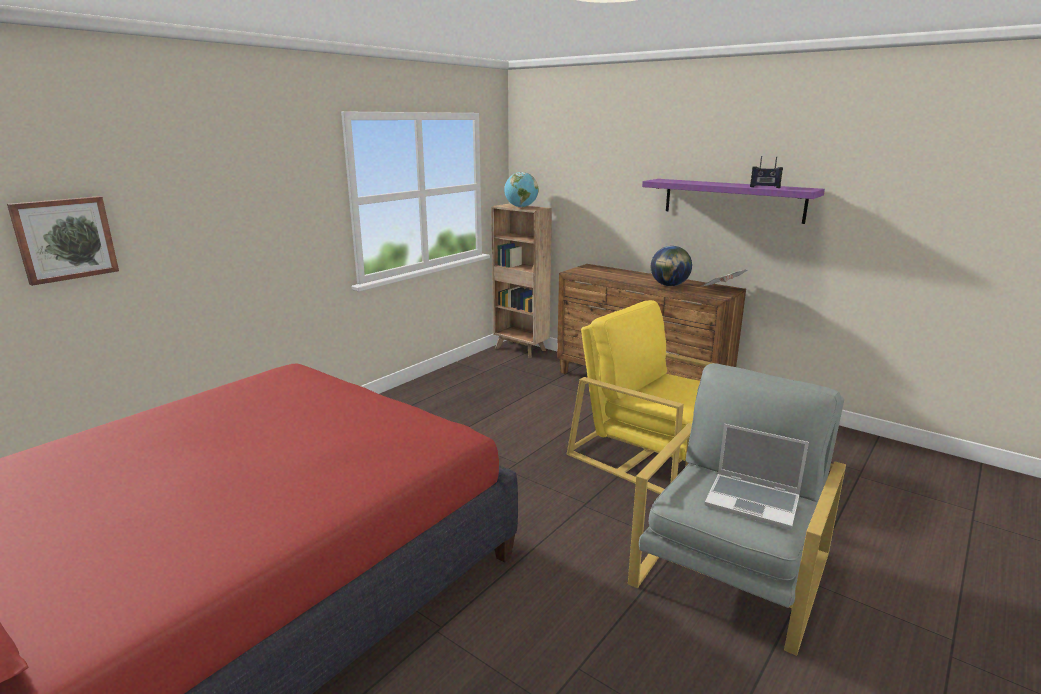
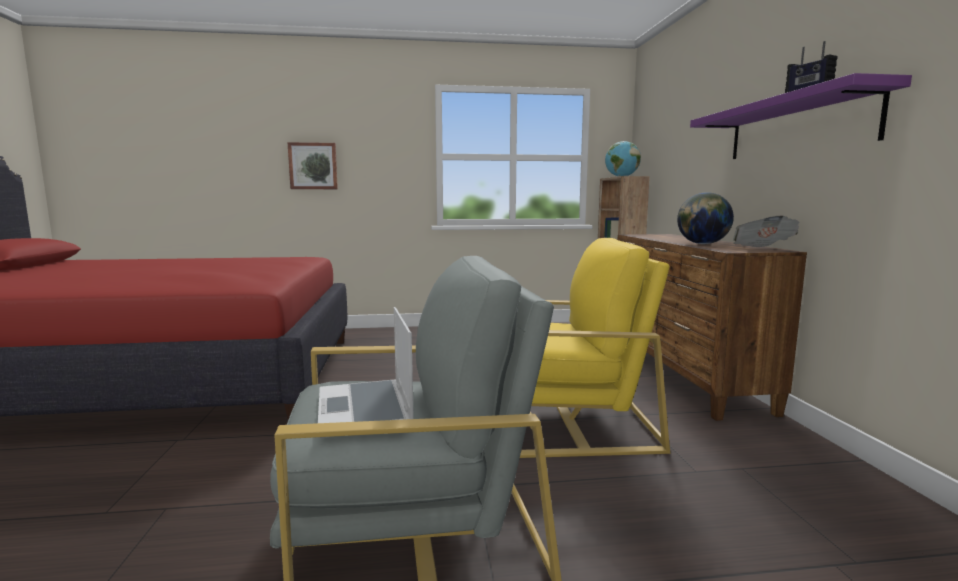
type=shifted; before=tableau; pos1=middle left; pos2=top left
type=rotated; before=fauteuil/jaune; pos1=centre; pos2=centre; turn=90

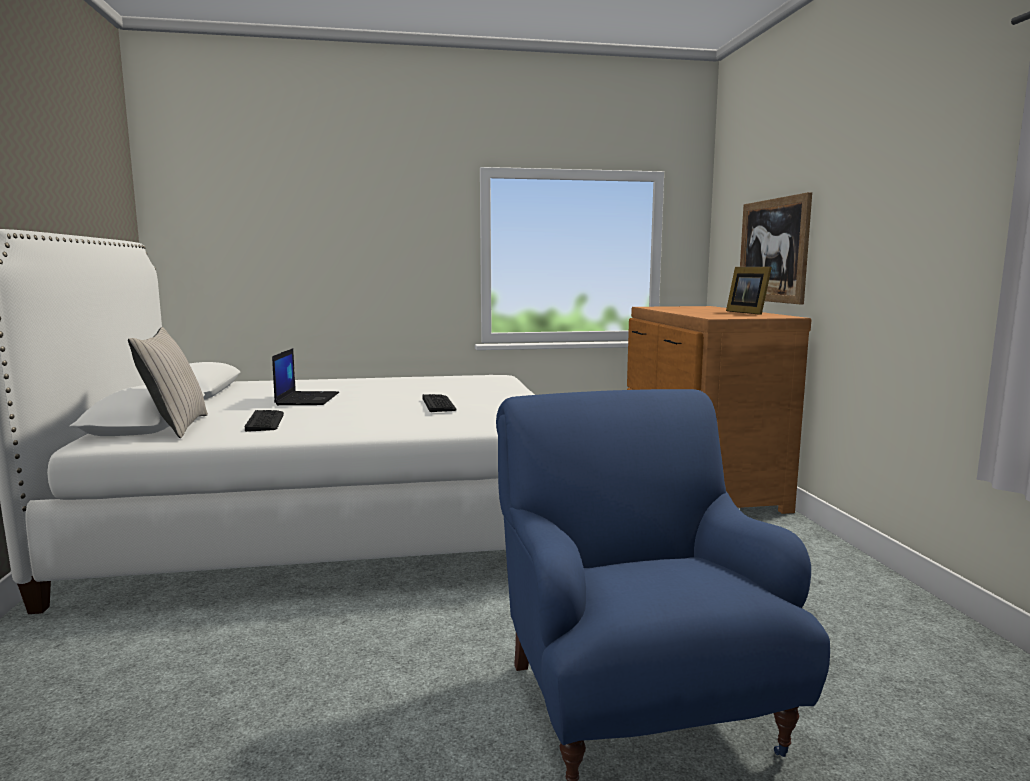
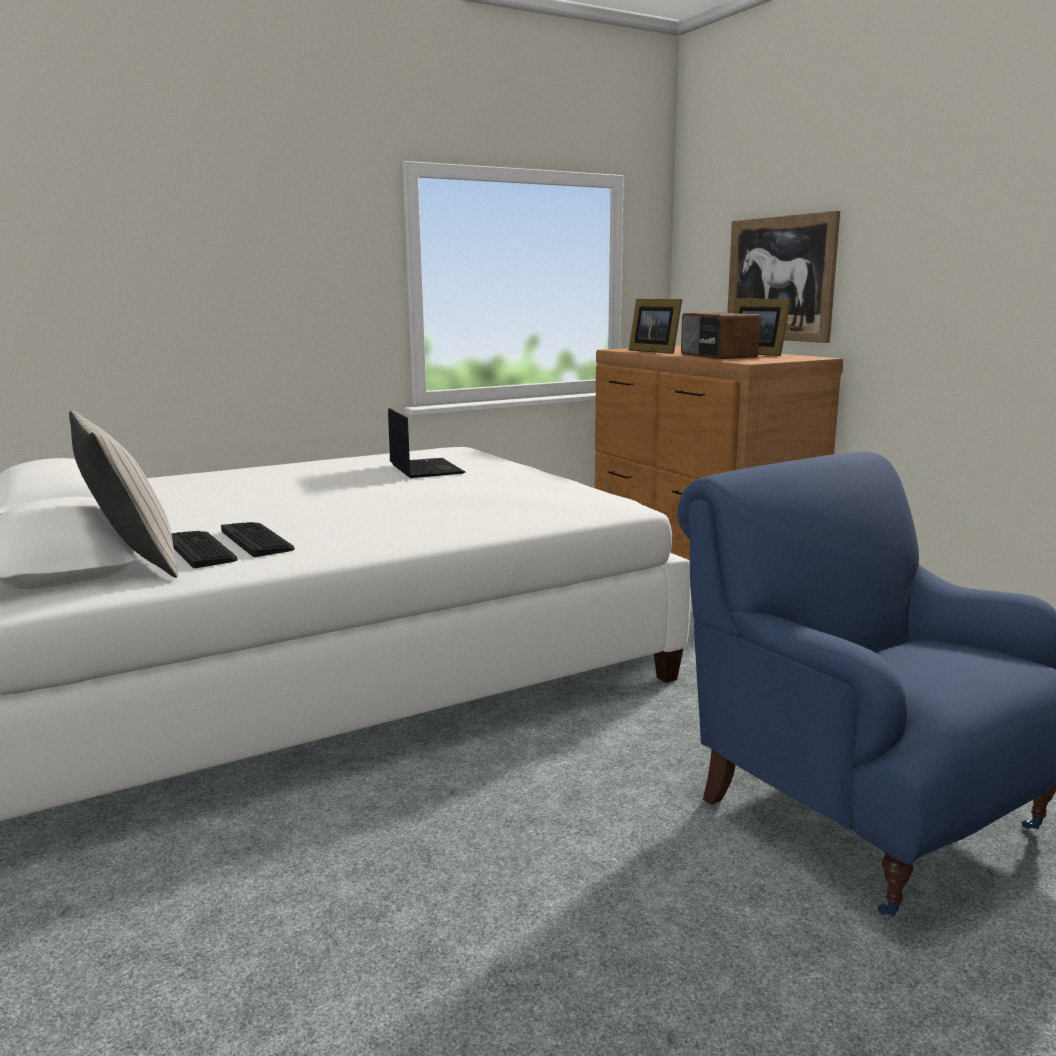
type=shifted; before=ordinateur portable; pos1=middle left; pos2=centre
type=shifted; before=clavier (no. 2 from left in the first image); after=clavier (no. 1 from left); pos1=centre; pos2=middle left
type=new; after=cadre photo (no. 1 from left); pos2=top centre
type=new; after=radio; pos2=top right

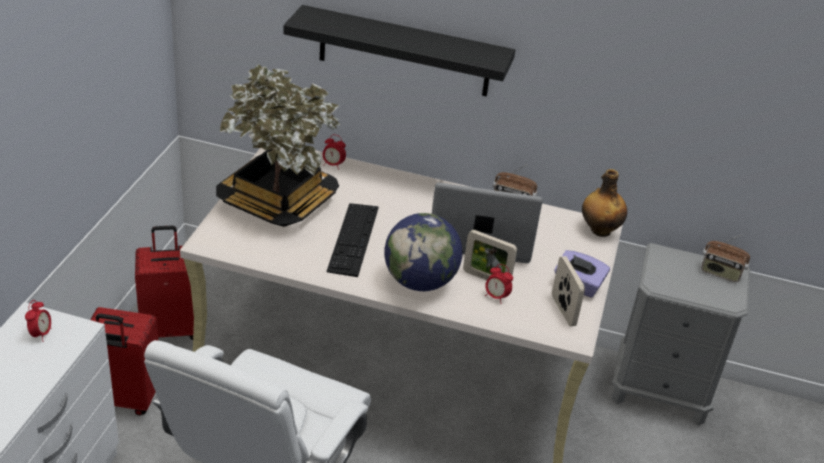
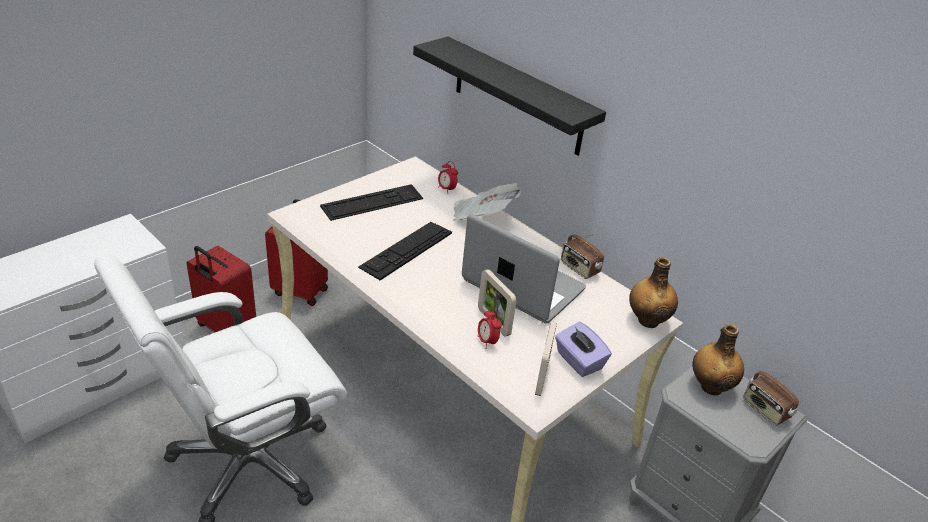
type=gone; before=réveil (no. 1 from left); pos1=bottom left
type=swapped; before=plante en pot; after=clavier (no. 1 from left); pos1=top centre; pos2=centre
type=gone; before=globe; pos1=centre
type=new; after=journal; pos2=centre
type=new; after=bouteille (no. 2 from left); pos2=bottom right

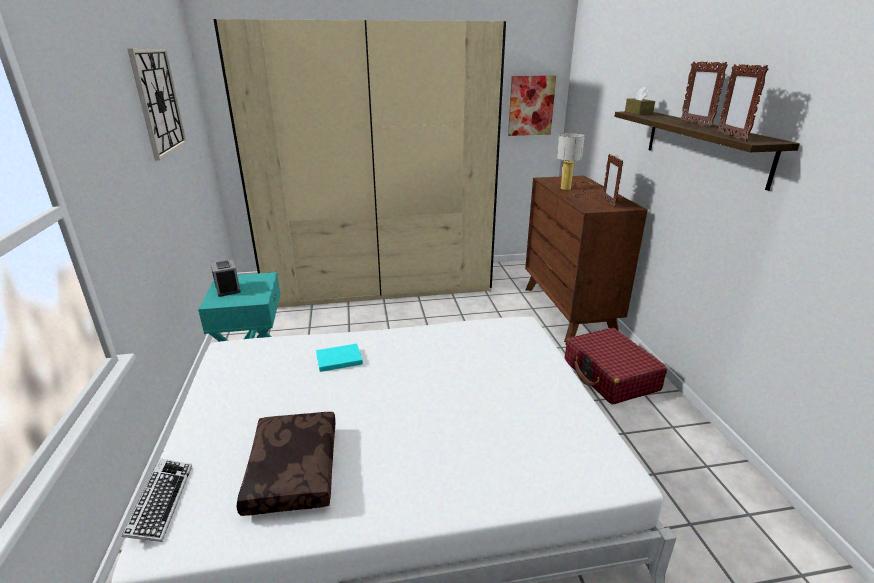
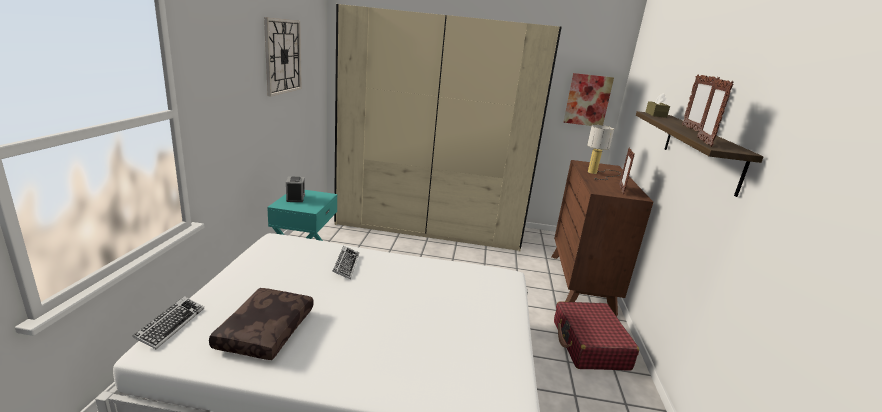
type=swapped; before=livre/turquoise; after=clavier (no. 2 from left); pos1=centre; pos2=centre

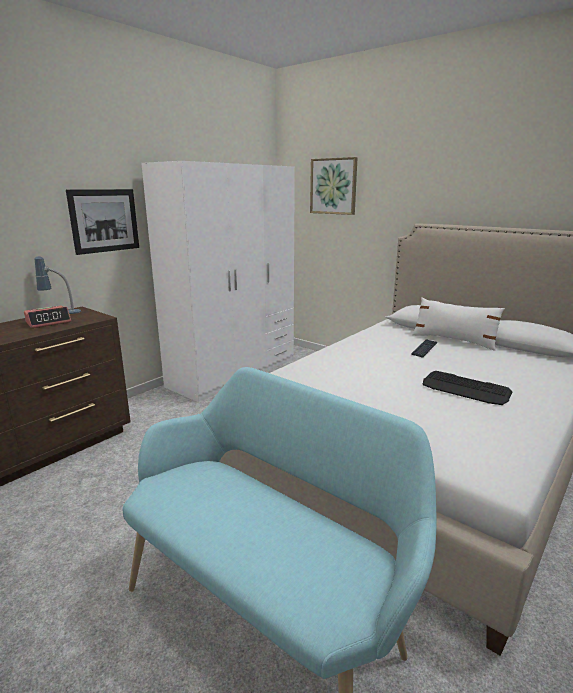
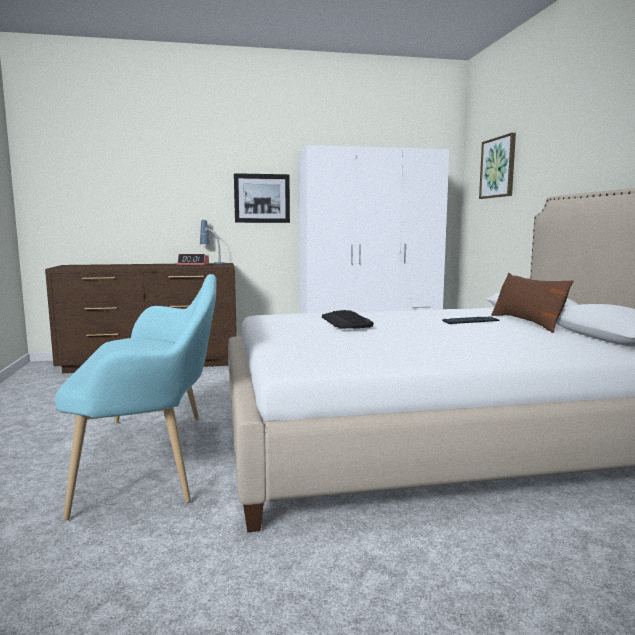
type=repainted; before=coussin/blanc; after=coussin/marron; pos1=middle right; pos2=middle right
type=shifted; before=clavier (no. 2 from left in the first image); after=clavier (no. 1 from left); pos1=middle right; pos2=centre

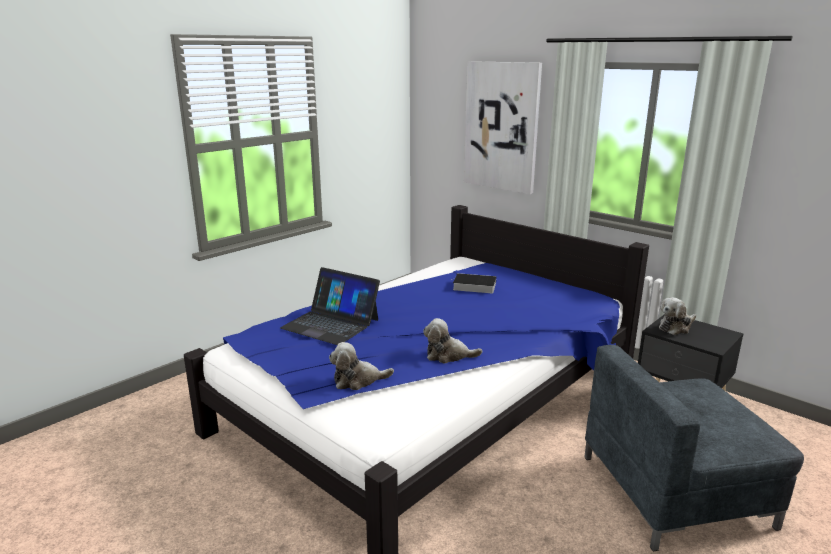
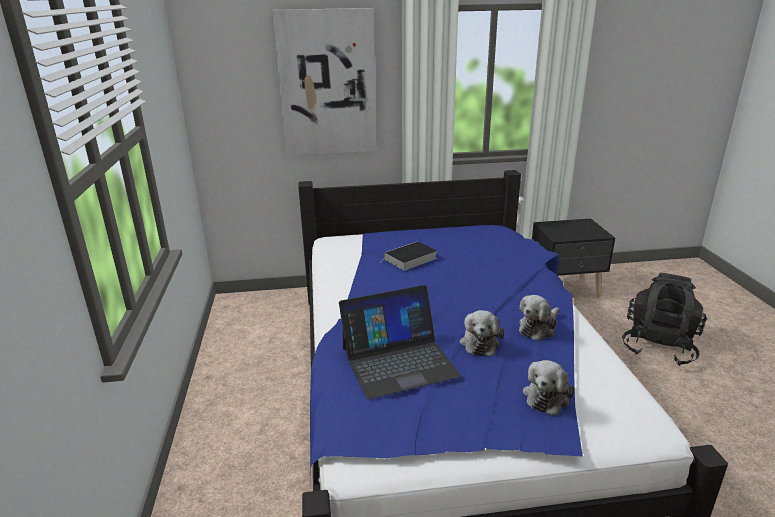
type=swapped; before=fauteuil/gris; after=sac à dos/noir; pos1=bottom right; pos2=middle right
type=shifted; before=peluche (no. 3 from left in the first image); after=peluche (no. 1 from left); pos1=middle right; pos2=centre

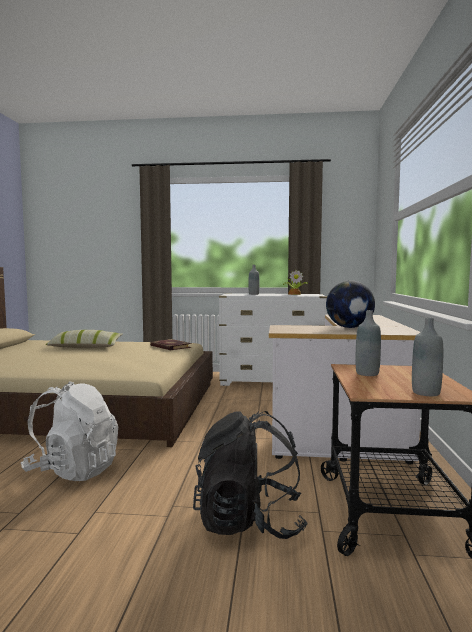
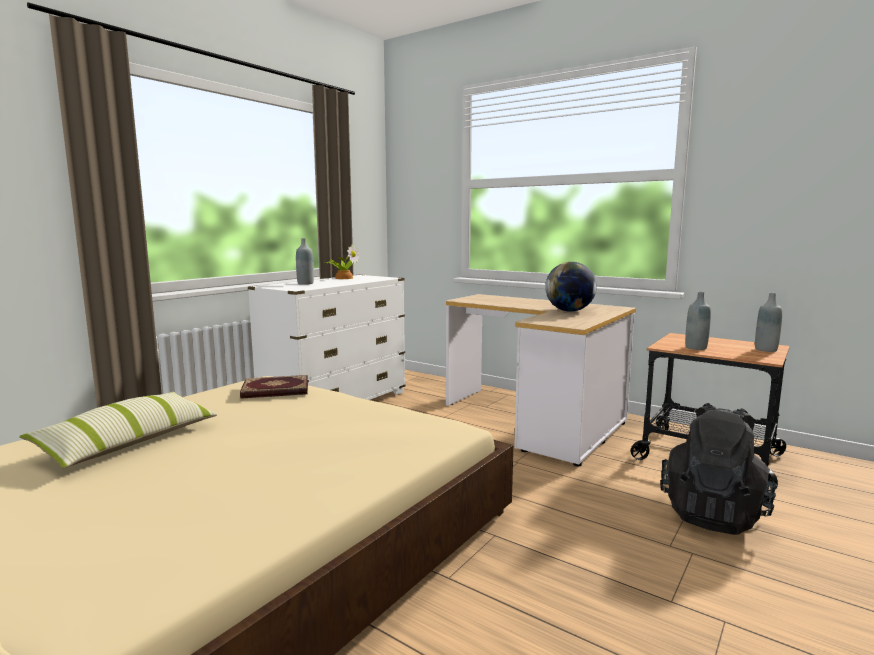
type=gone; before=sac à dos/blanc; pos1=bottom left

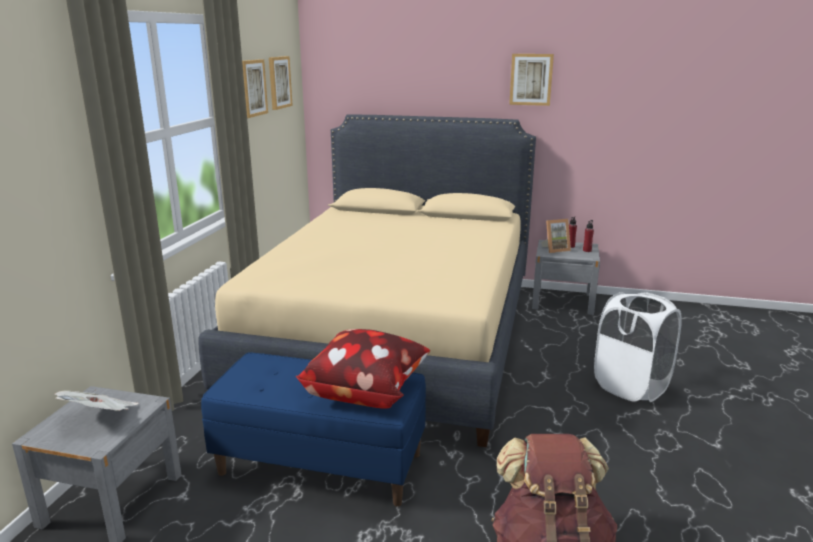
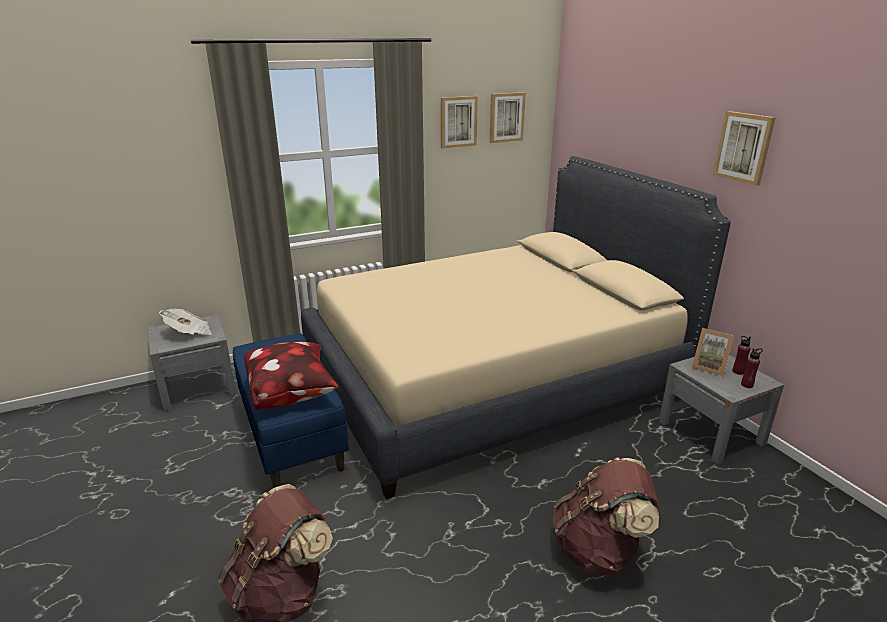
type=swapped; before=panier à linge/blanc; after=sac à dos/marron (no. 2 from left); pos1=middle right; pos2=bottom right

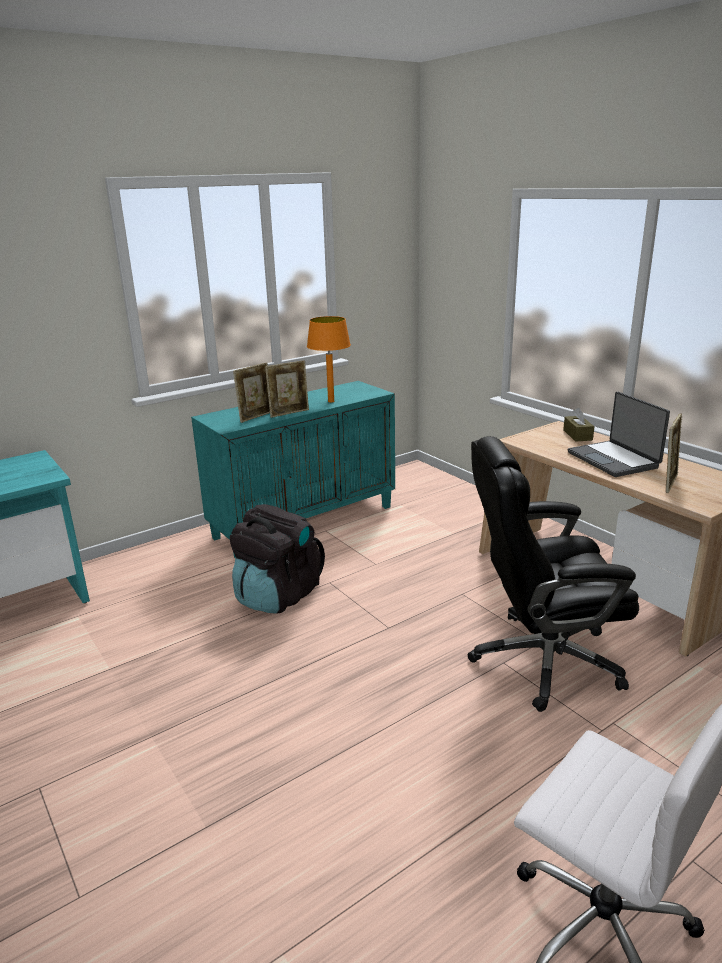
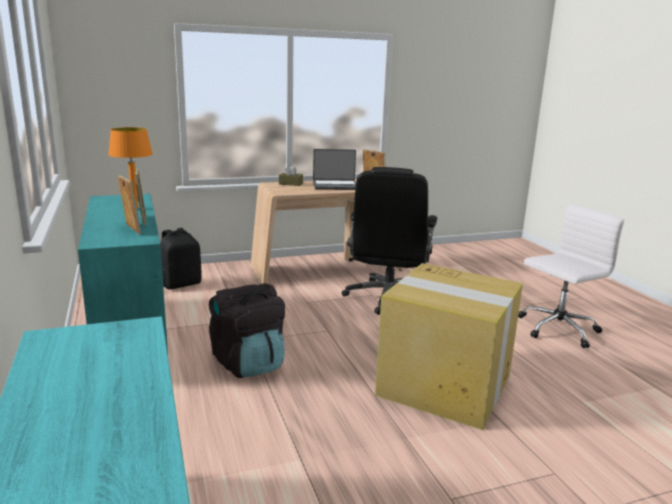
type=new; after=sac à dos/noir (no. 1 from left); pos2=middle left
type=new; after=carton; pos2=bottom right

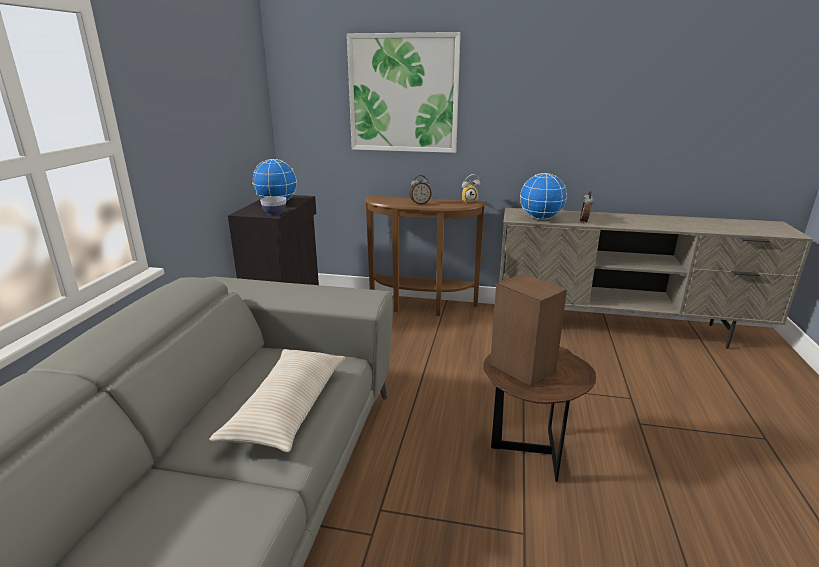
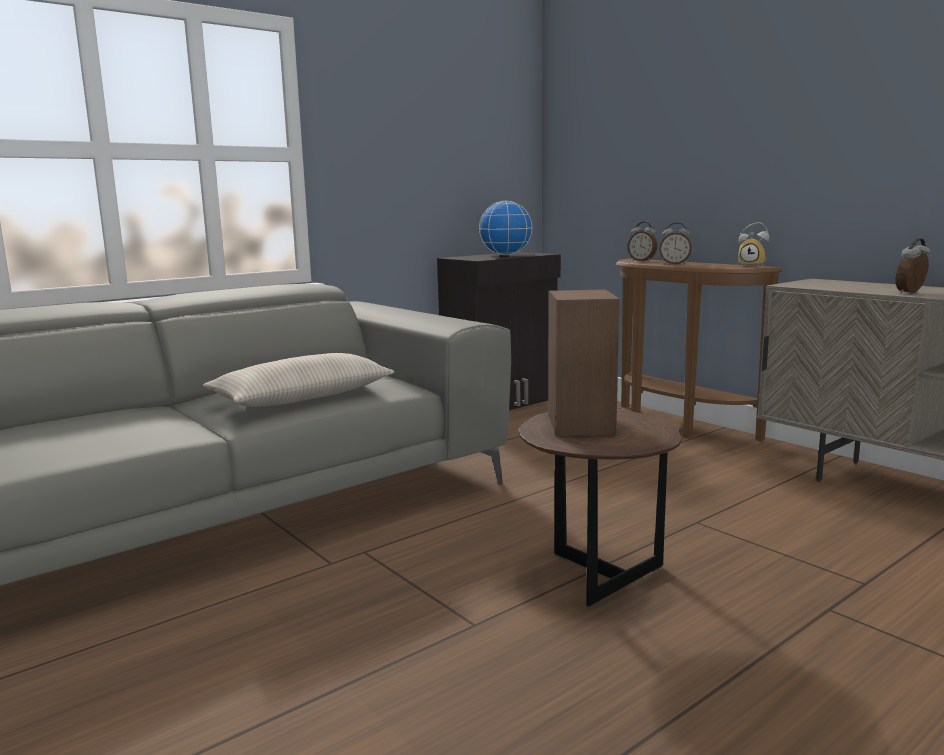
type=gone; before=bol; pos1=centre
type=gone; before=tableau; pos1=top centre
type=gone; before=globe (no. 2 from left); pos1=centre
type=new; after=réveil (no. 1 from left); pos2=top right

